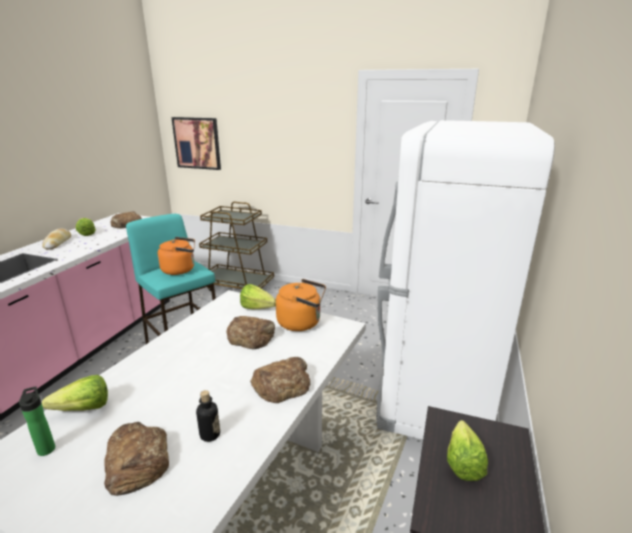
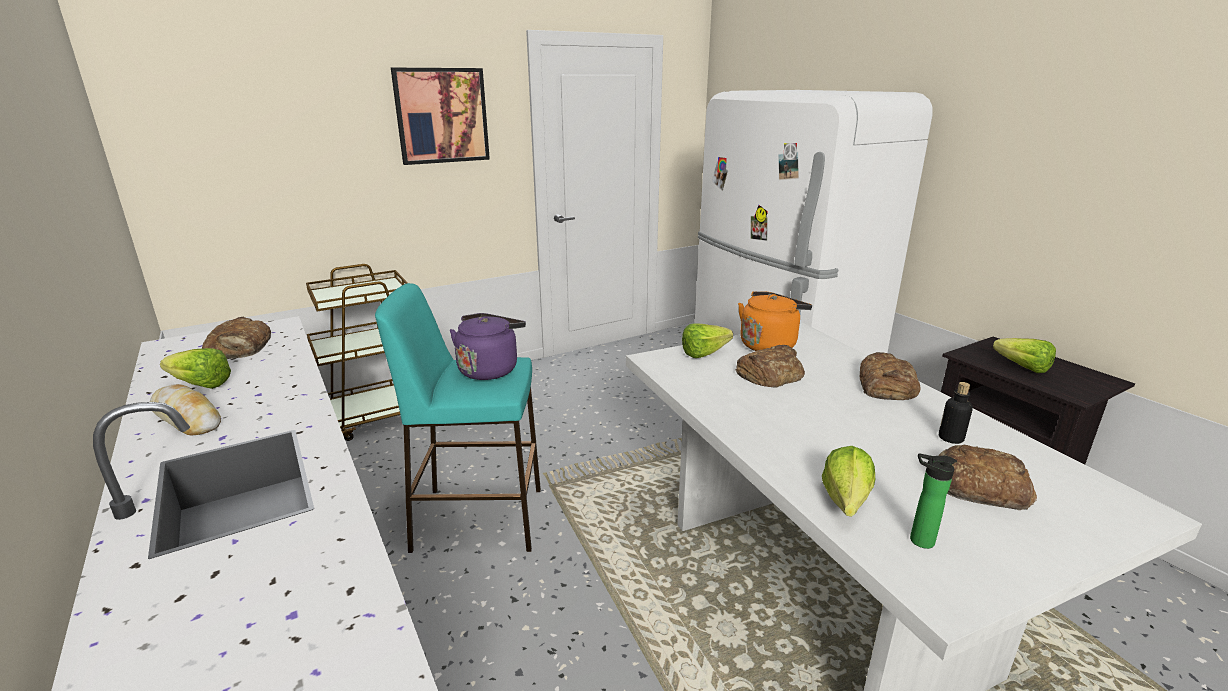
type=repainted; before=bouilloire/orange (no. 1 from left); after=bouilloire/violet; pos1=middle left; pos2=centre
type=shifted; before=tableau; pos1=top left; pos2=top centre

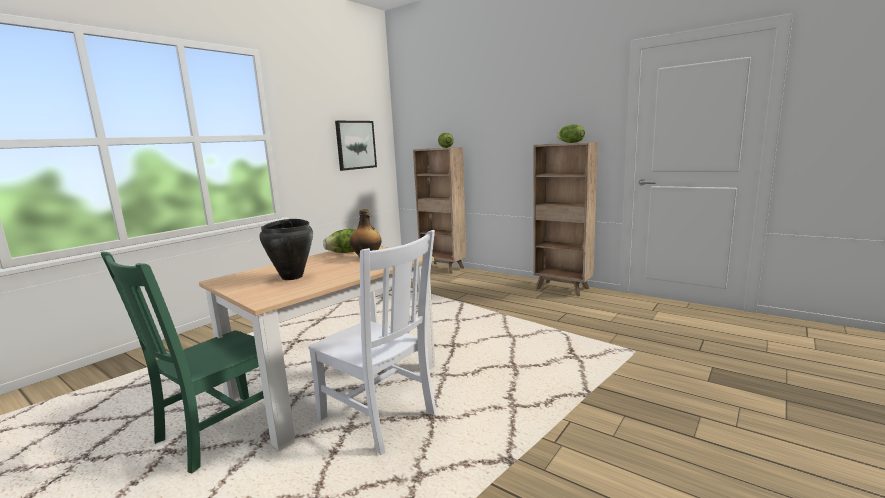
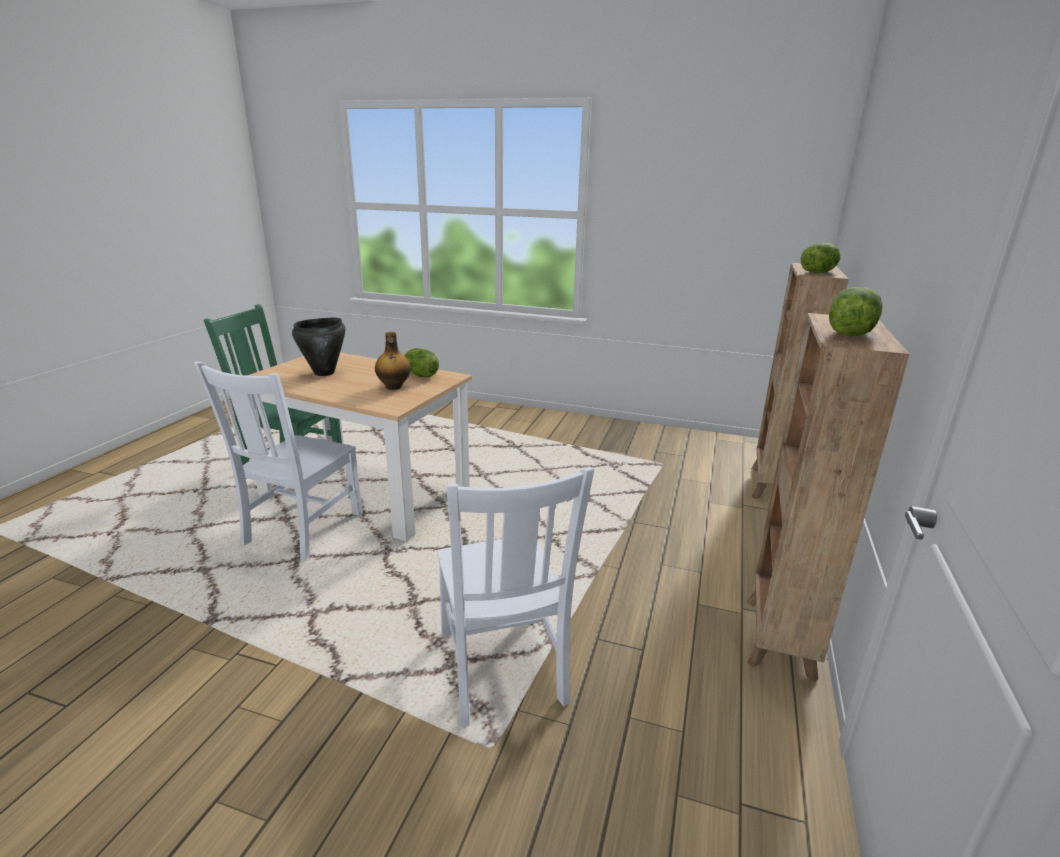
type=gone; before=tableau; pos1=top centre
type=new; after=chaise/blanc (no. 2 from left); pos2=bottom centre

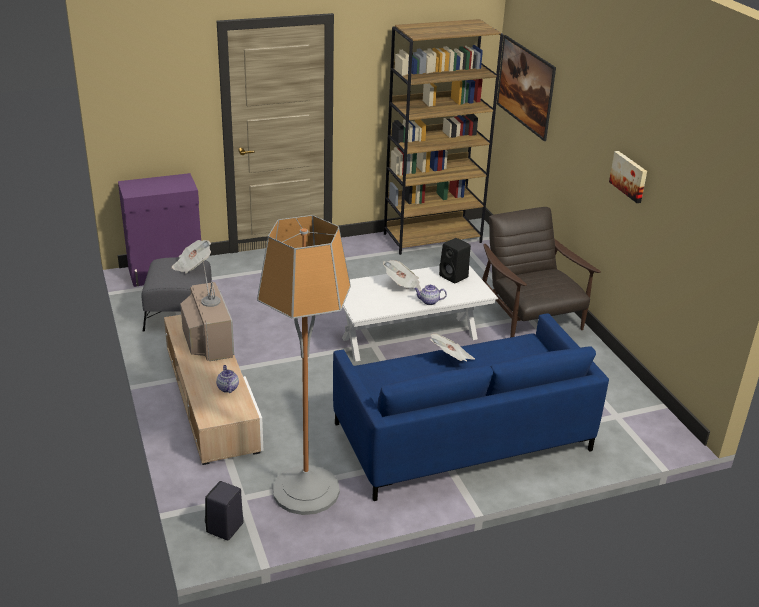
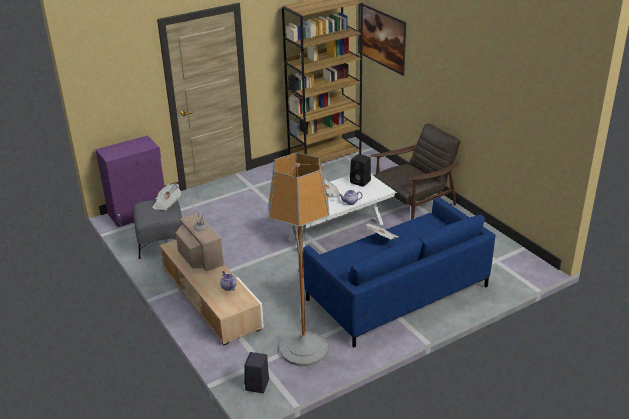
type=rotated; before=fauteuil/marron; pos1=middle right; pos2=centre; turn=90
type=gone; before=tableau (no. 2 from left); pos1=top right

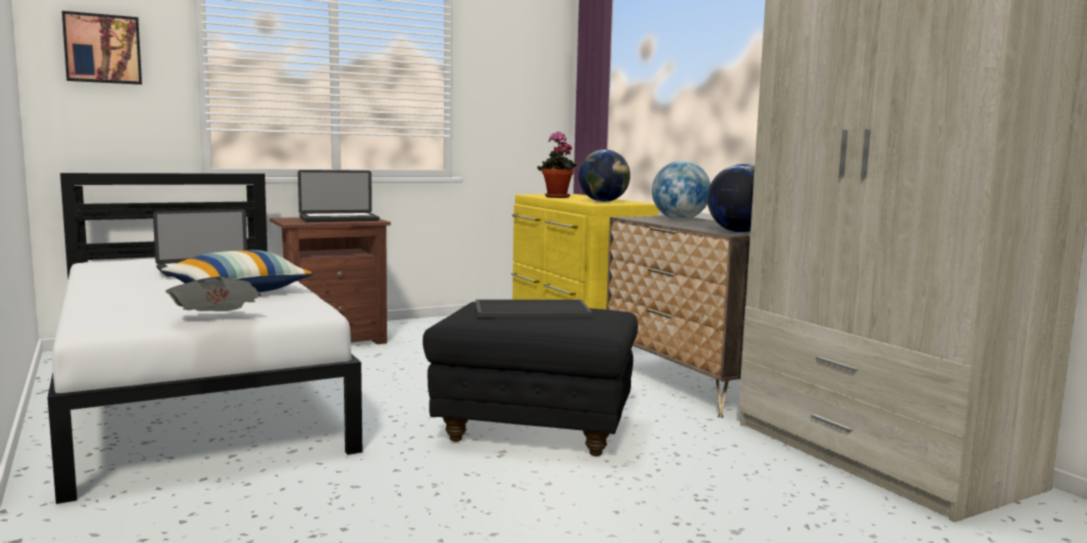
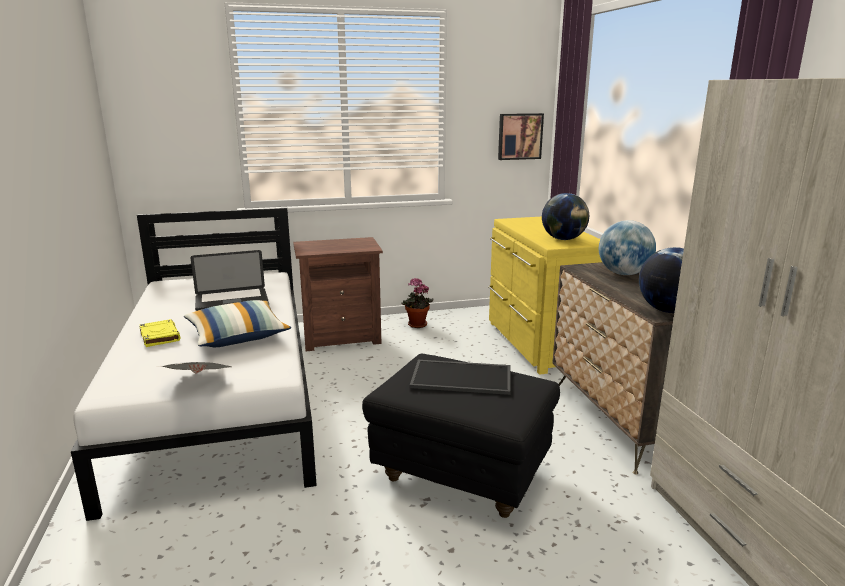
type=shifted; before=tableau; pos1=top left; pos2=top centre
type=gone; before=ordinateur portable (no. 2 from left); pos1=middle left
type=shifted; before=plante en pot; pos1=top centre; pos2=centre
type=new; after=livre/jaune; pos2=middle left

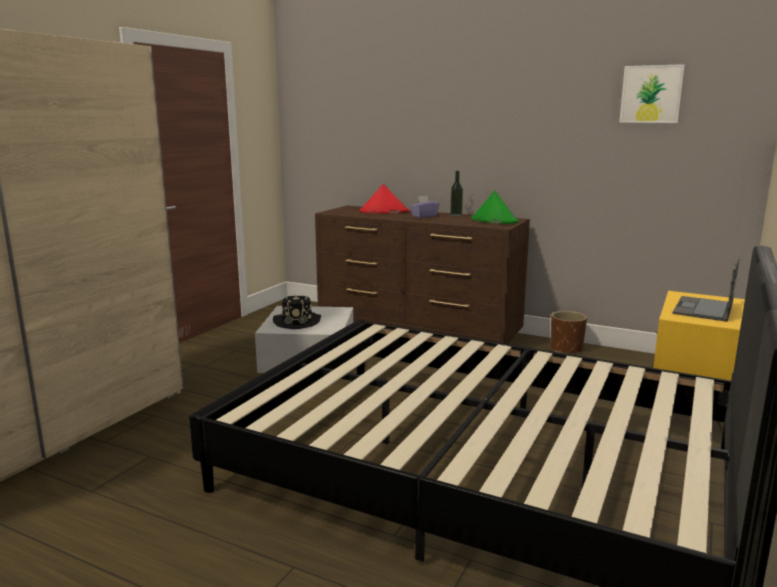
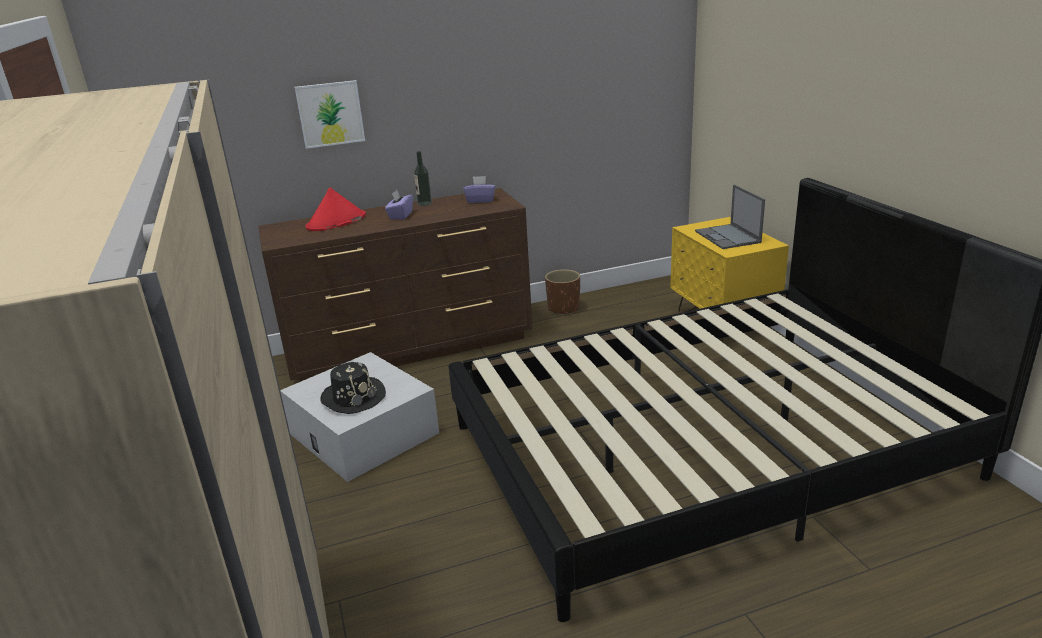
type=swapped; before=chapeau/vert; after=boîte à mouchoirs/violet (no. 2 from left); pos1=centre; pos2=top centre
type=shifted; before=tableau; pos1=top right; pos2=top left

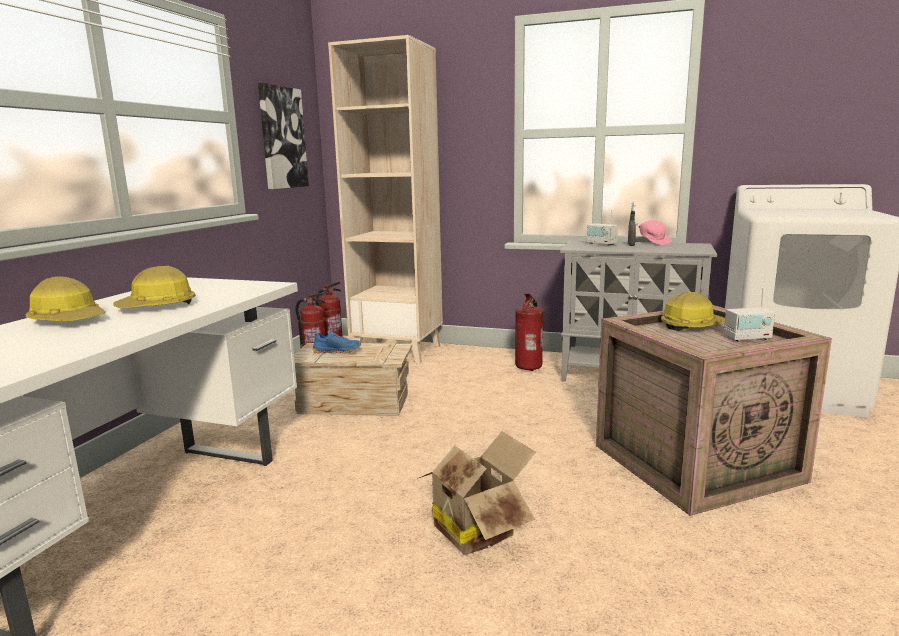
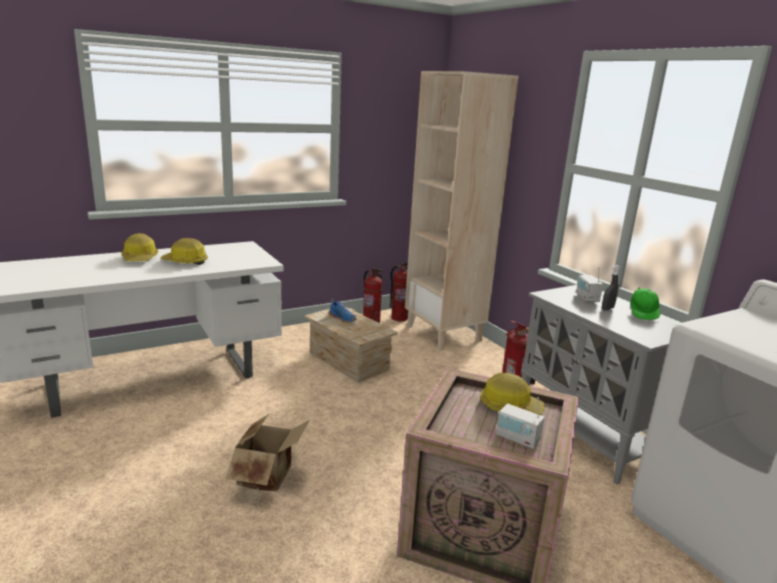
type=gone; before=tableau; pos1=top left
type=repainted; before=casquette/rose; after=casquette/vert; pos1=middle right; pos2=middle right

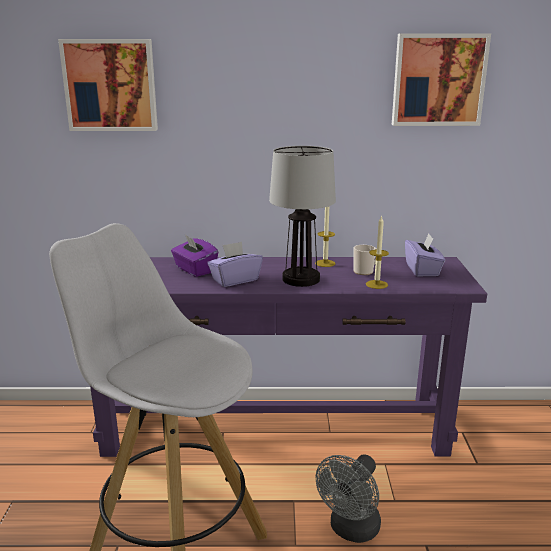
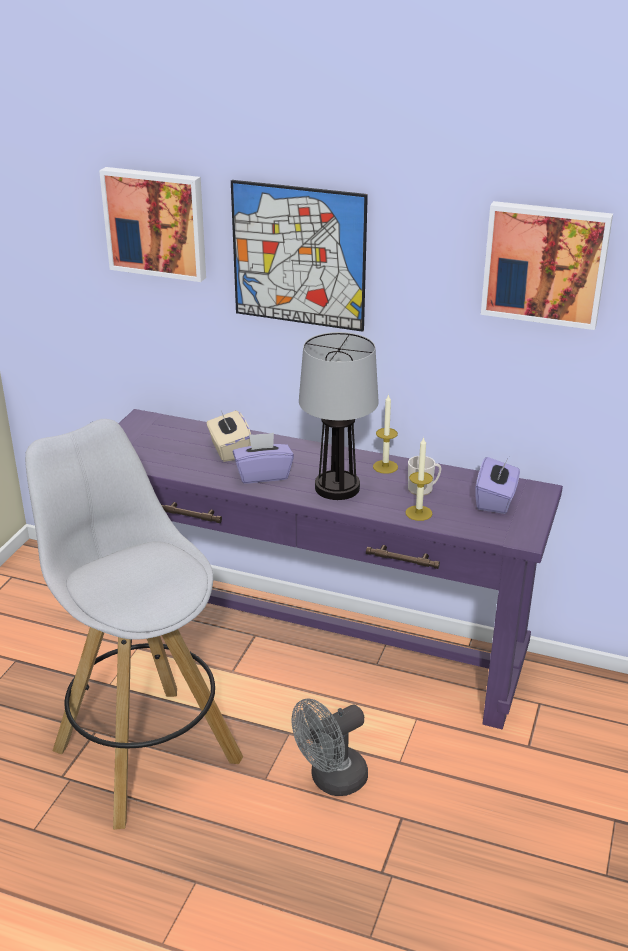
type=repainted; before=boîte à mouchoirs/violet (no. 1 from left); after=boîte à mouchoirs/beige; pos1=centre; pos2=centre
type=new; after=tableau (no. 2 from left); pos2=top centre

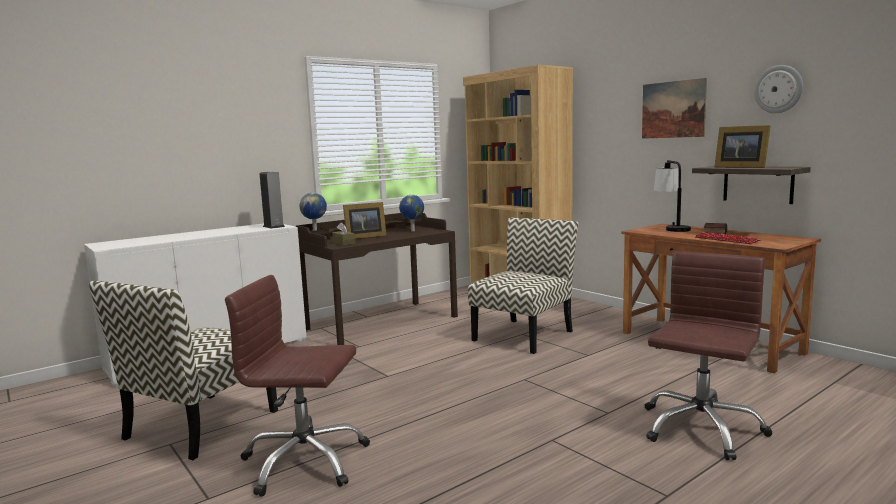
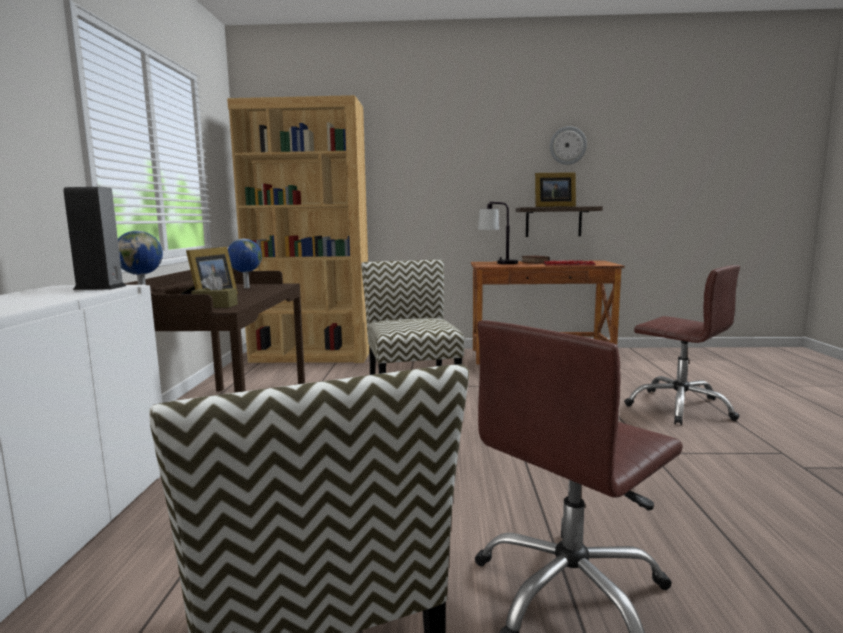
type=gone; before=tableau; pos1=top right
type=rotated; before=chaise de bureau/marron (no. 2 from left); pos1=bottom right; pos2=middle right; turn=150

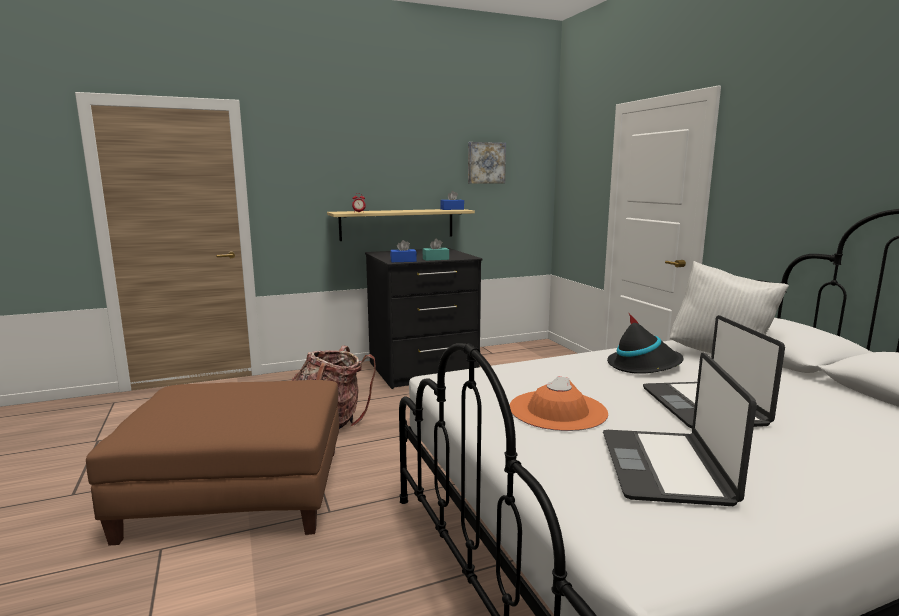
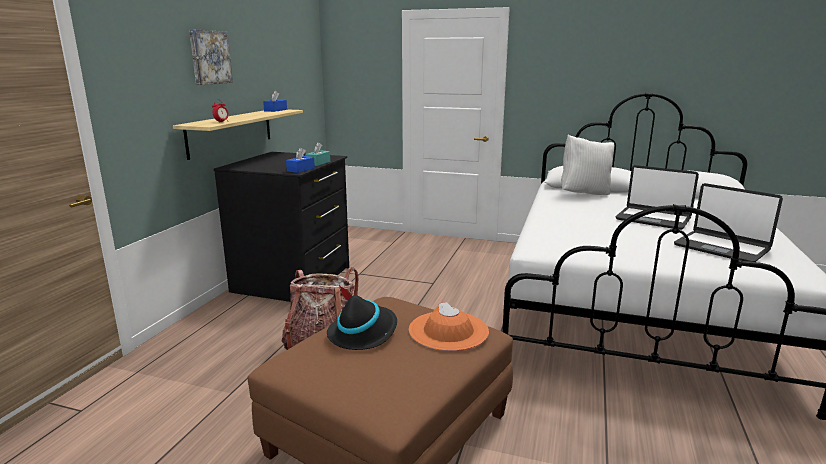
type=shifted; before=tableau; pos1=top centre; pos2=top left
type=shifted; before=chapeau/orange; pos1=centre; pos2=bottom centre
type=shifted; before=chapeau/noir; pos1=middle right; pos2=bottom centre

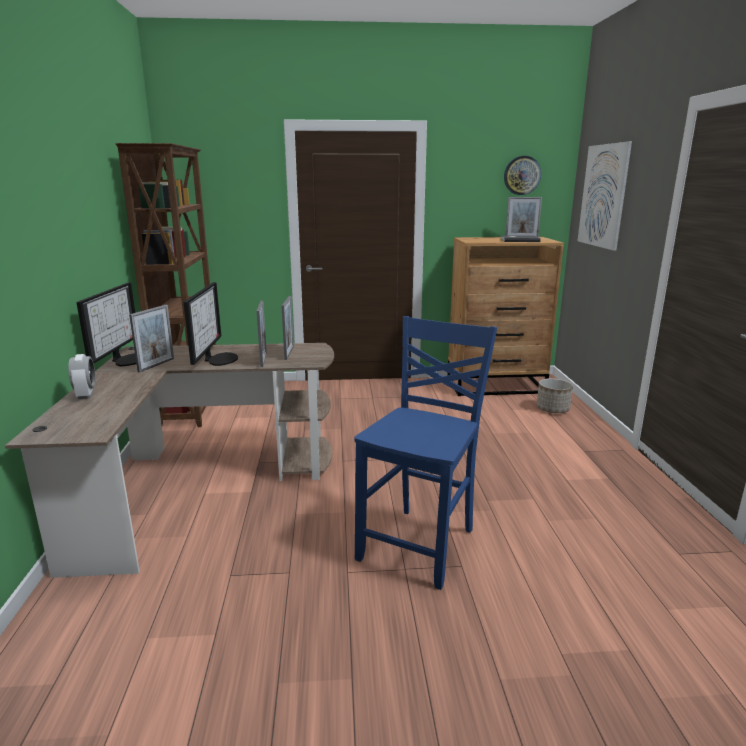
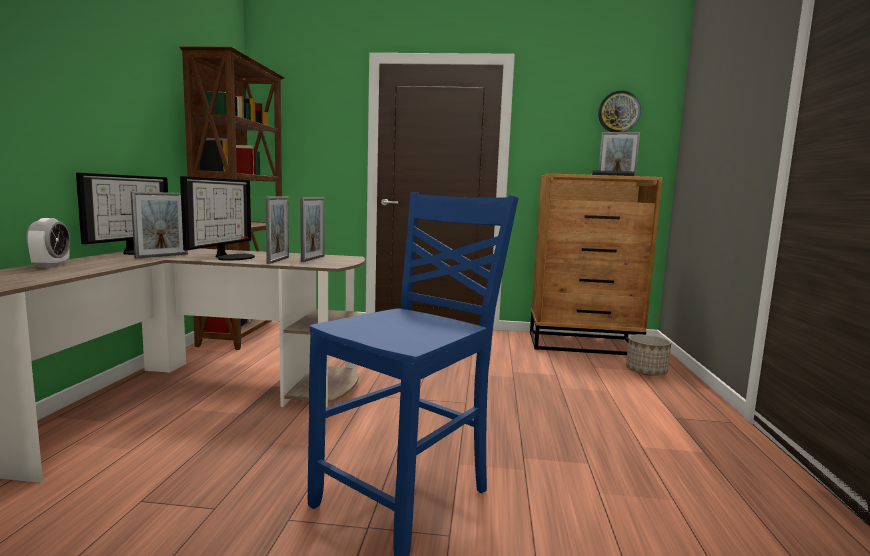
type=gone; before=tableau; pos1=top right

